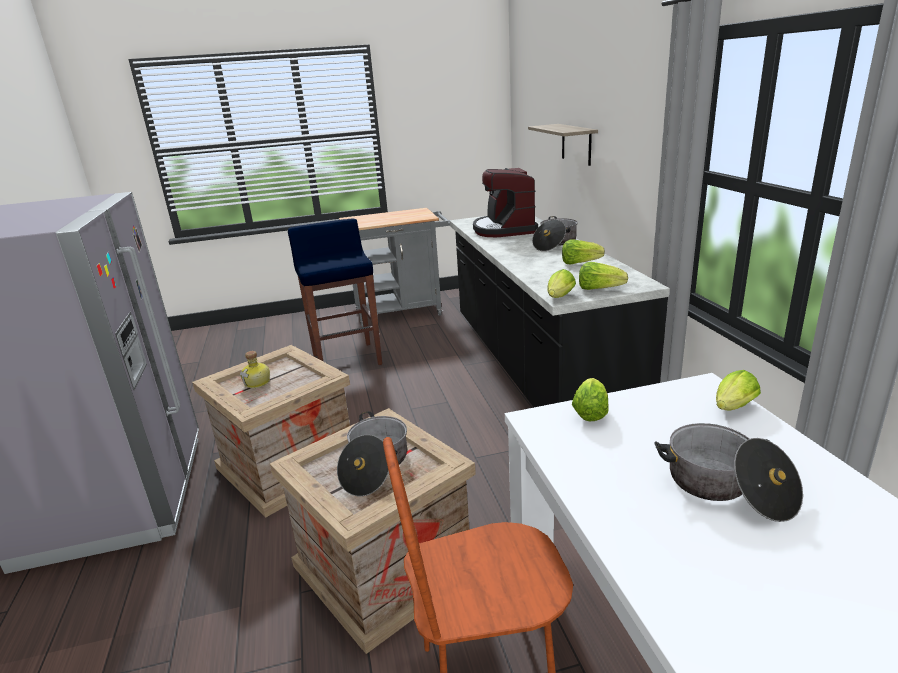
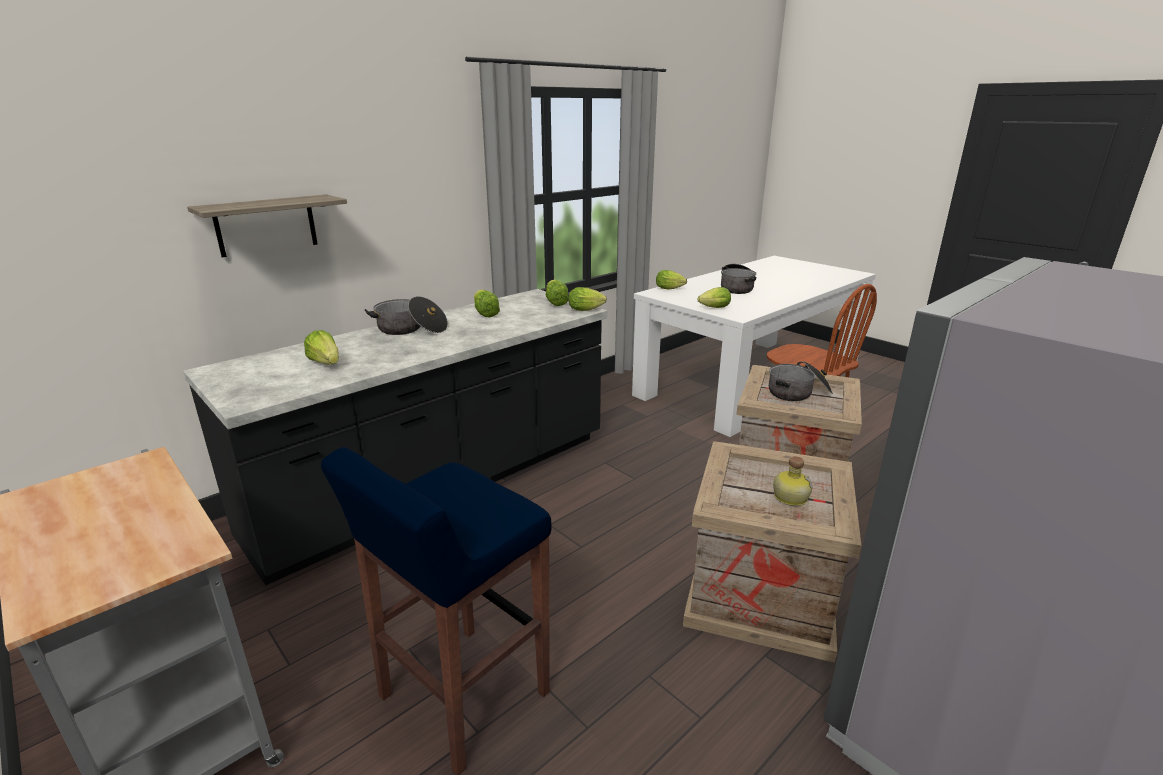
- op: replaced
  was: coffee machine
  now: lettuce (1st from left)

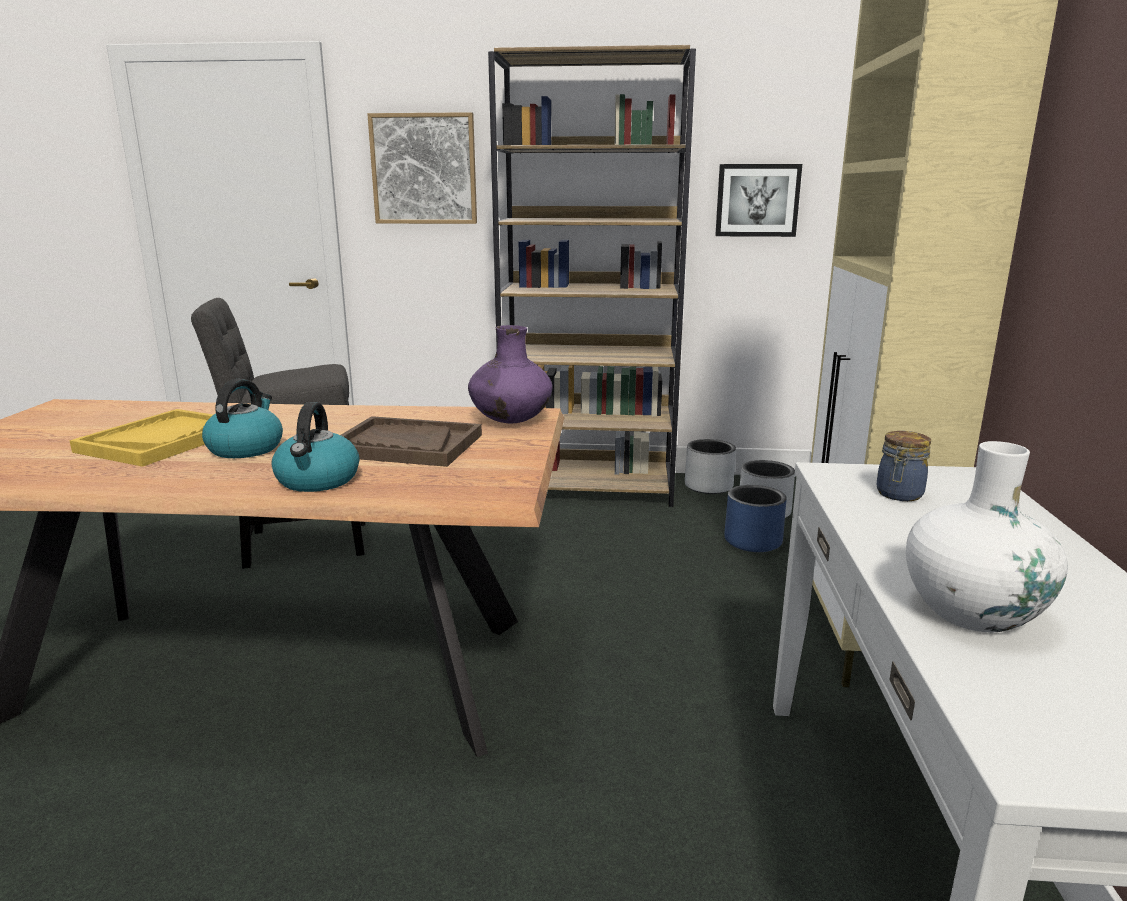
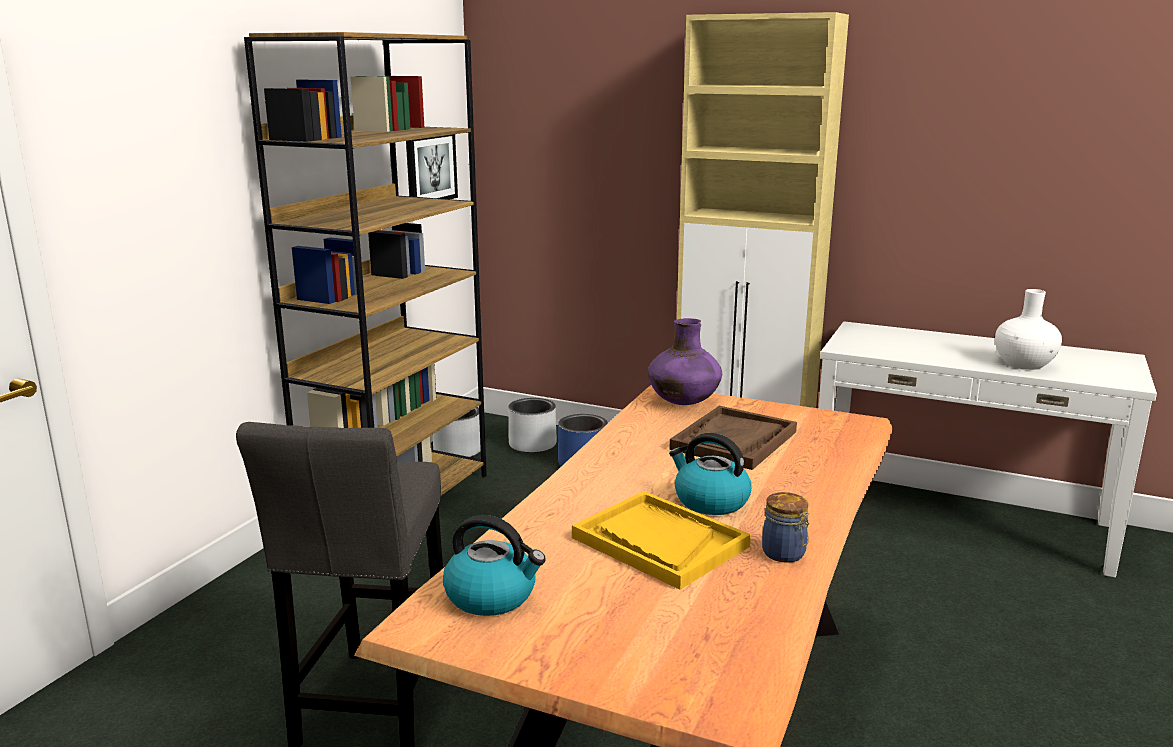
- op: moved
  was: kettle (2nd from left in the first image)
  now: kettle (1st from left)
- op: moved
  was: jar
- op: removed
  was: picture (1st from left)

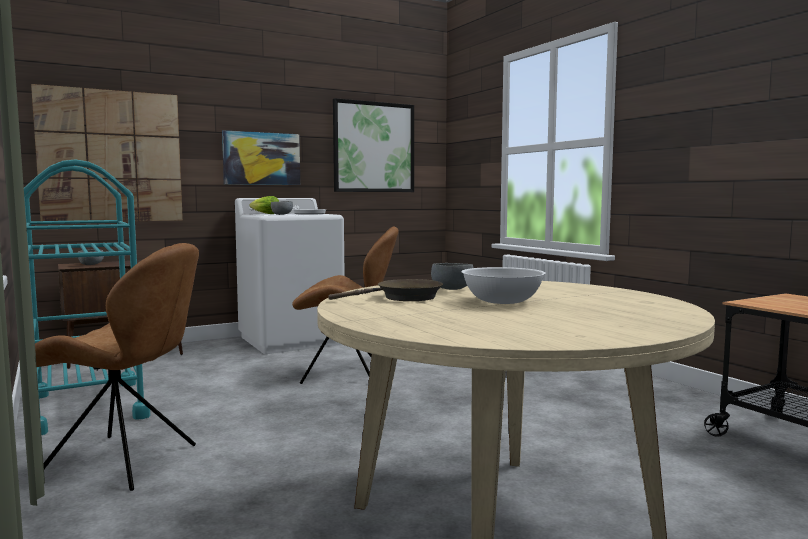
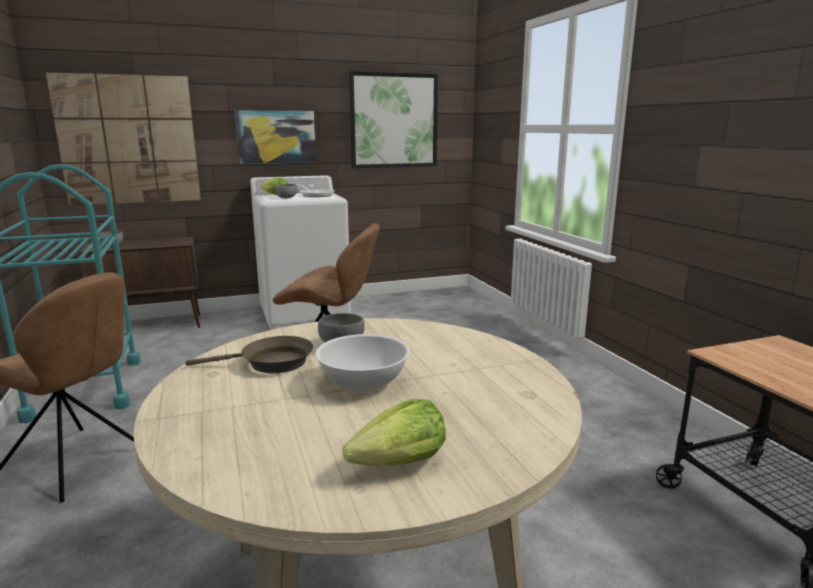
- op: added
  now: lettuce (2nd from left)

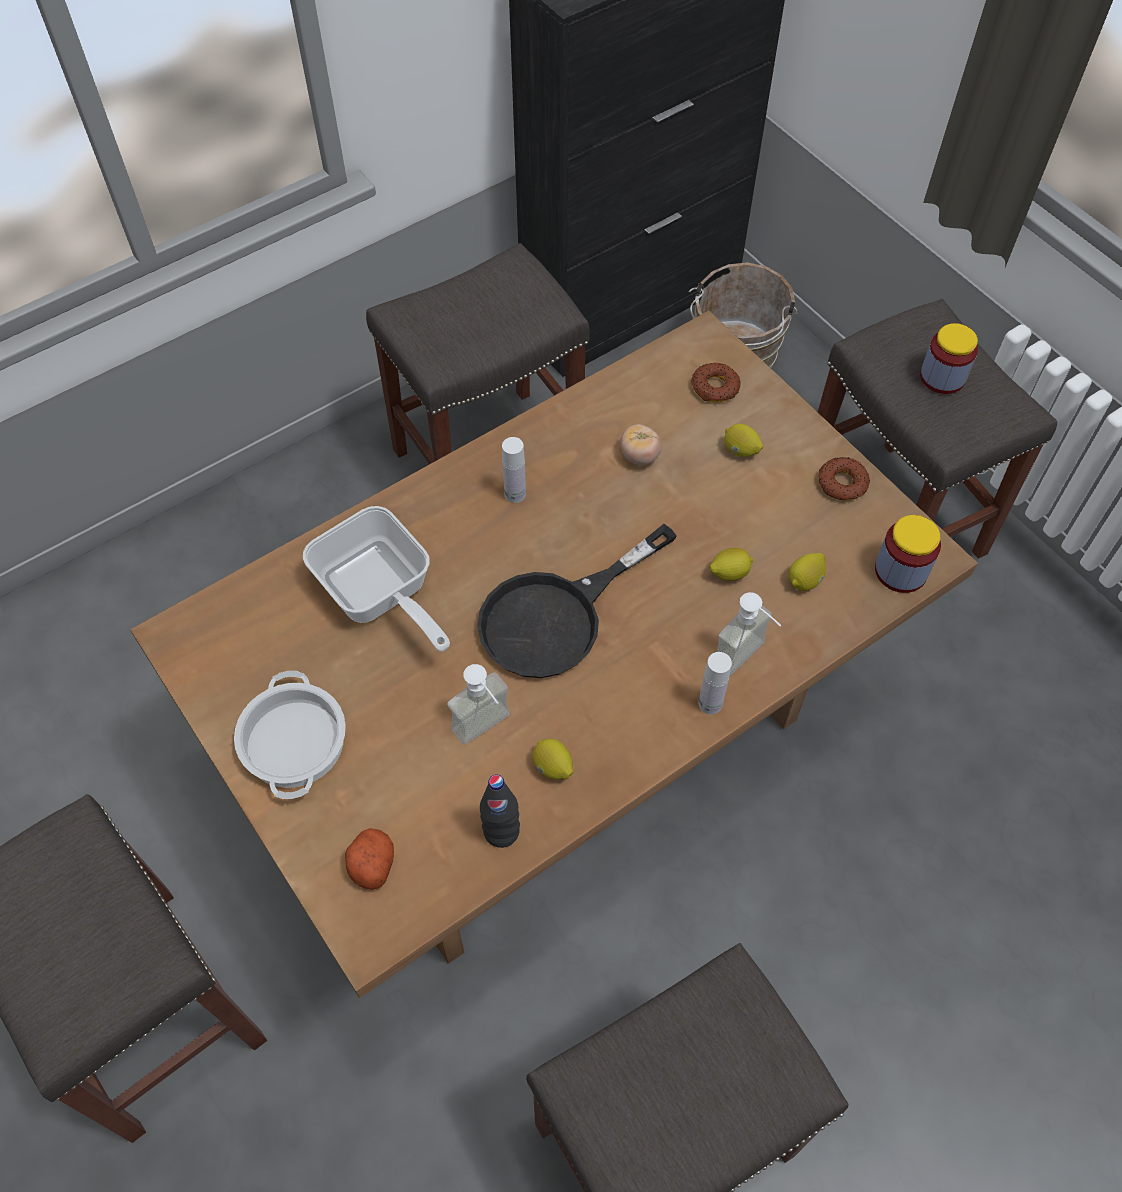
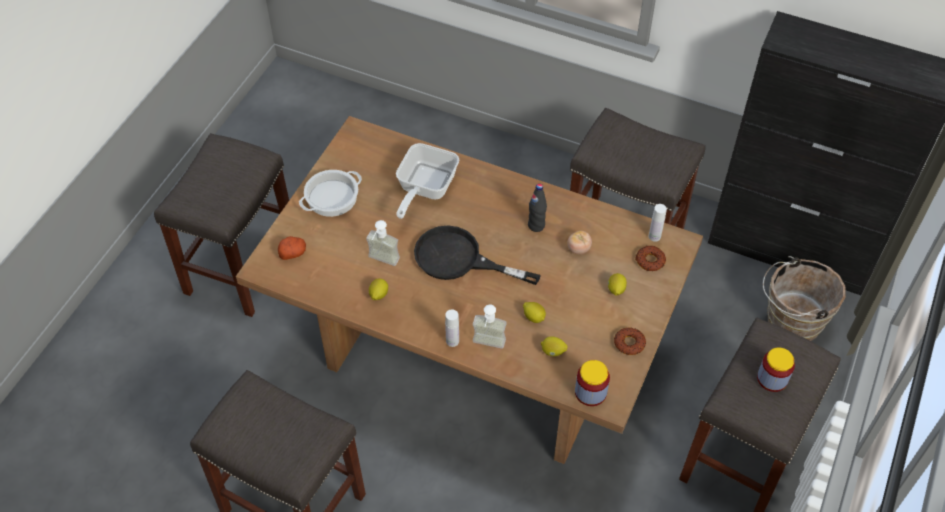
- op: moved
  was: black bottle
- op: moved
  was: white bottle (1st from left in the first image)
  now: white bottle (2nd from left)

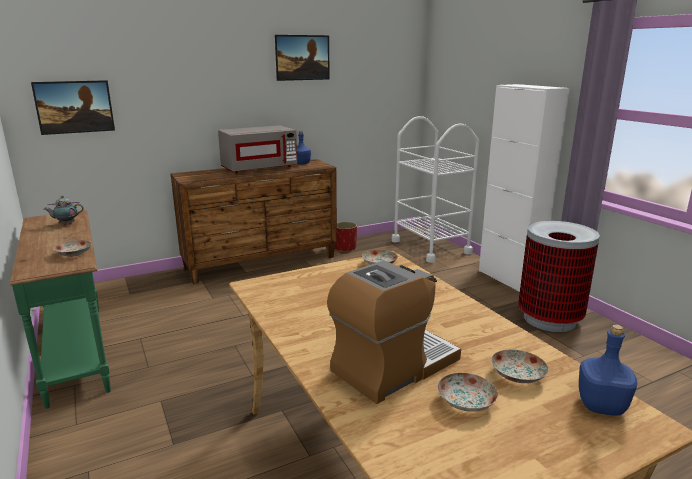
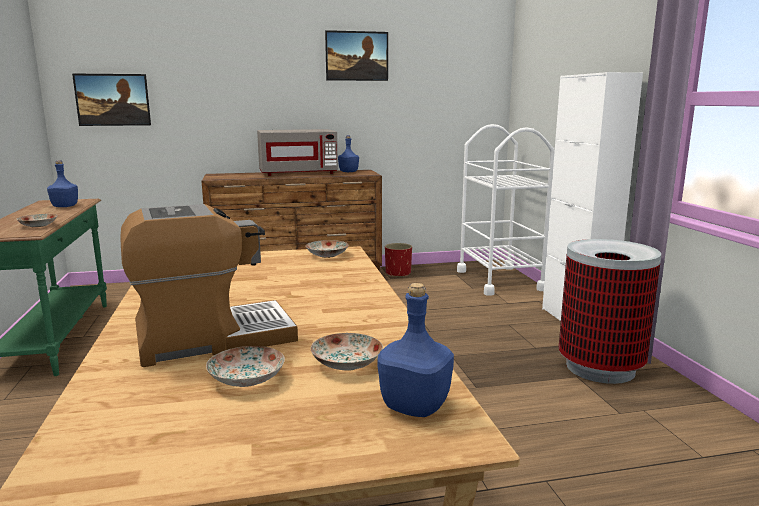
- op: replaced
  was: teapot
  now: blue bottle (1st from left)

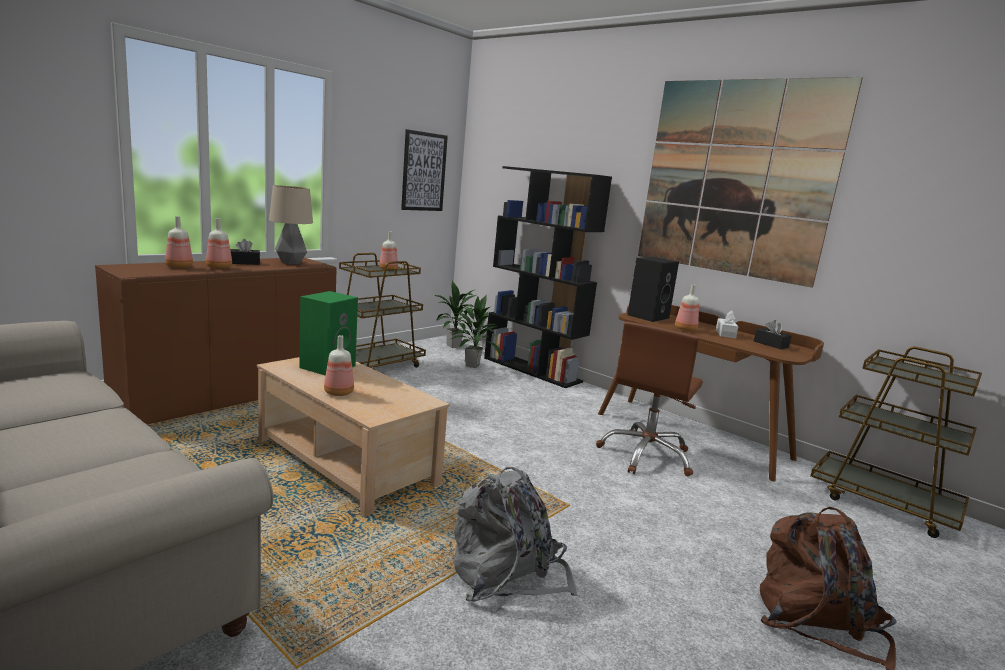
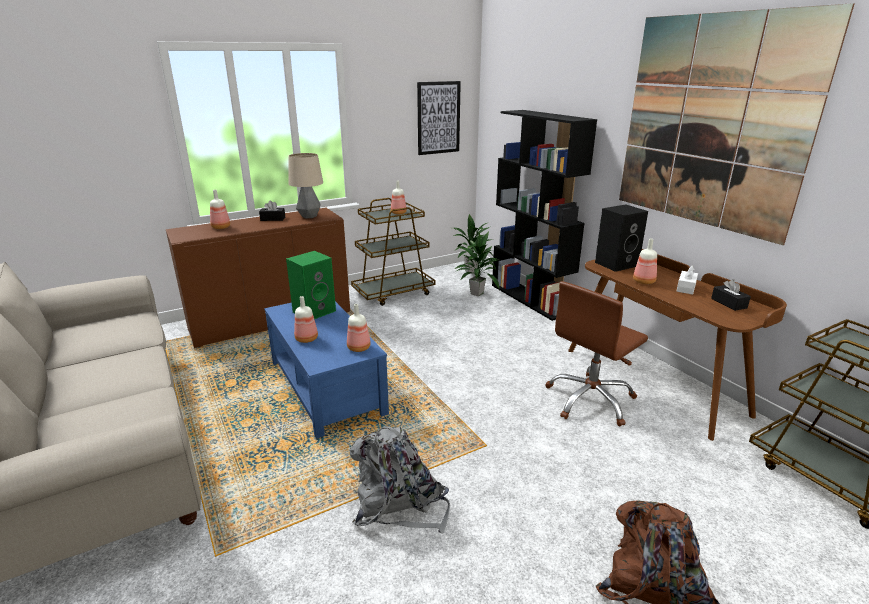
- op: recoloured
  was: beige coffee table
  now: blue coffee table
- op: moved
  was: bottle (2nd from left in the first image)
  now: bottle (3rd from left)

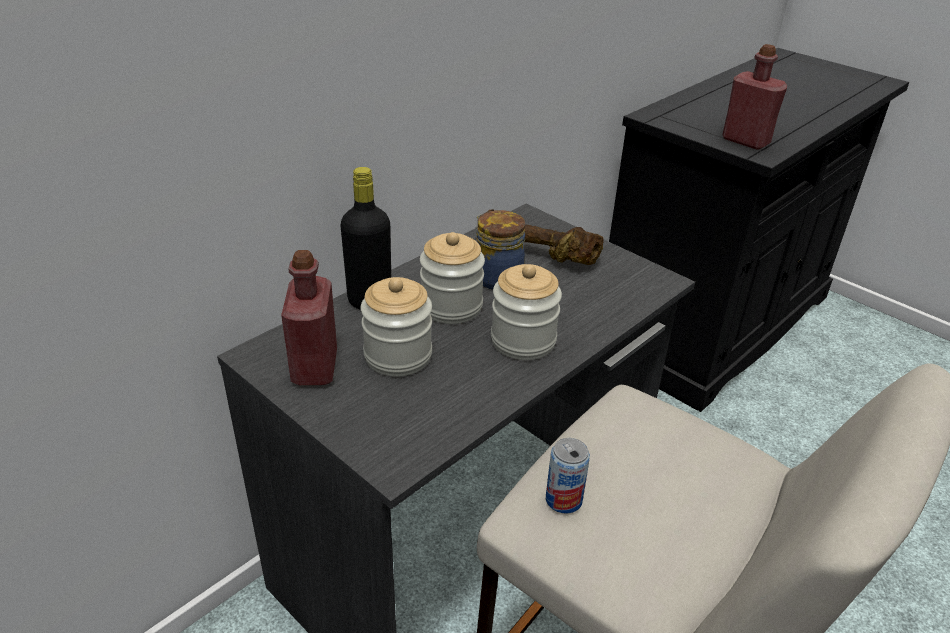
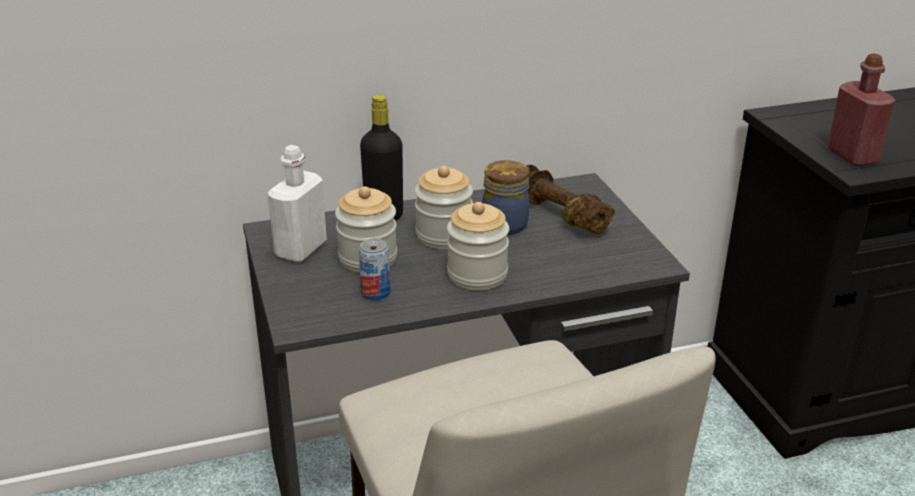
- op: recoloured
  was: red bottle (1st from left)
  now: white bottle
- op: moved
  was: can

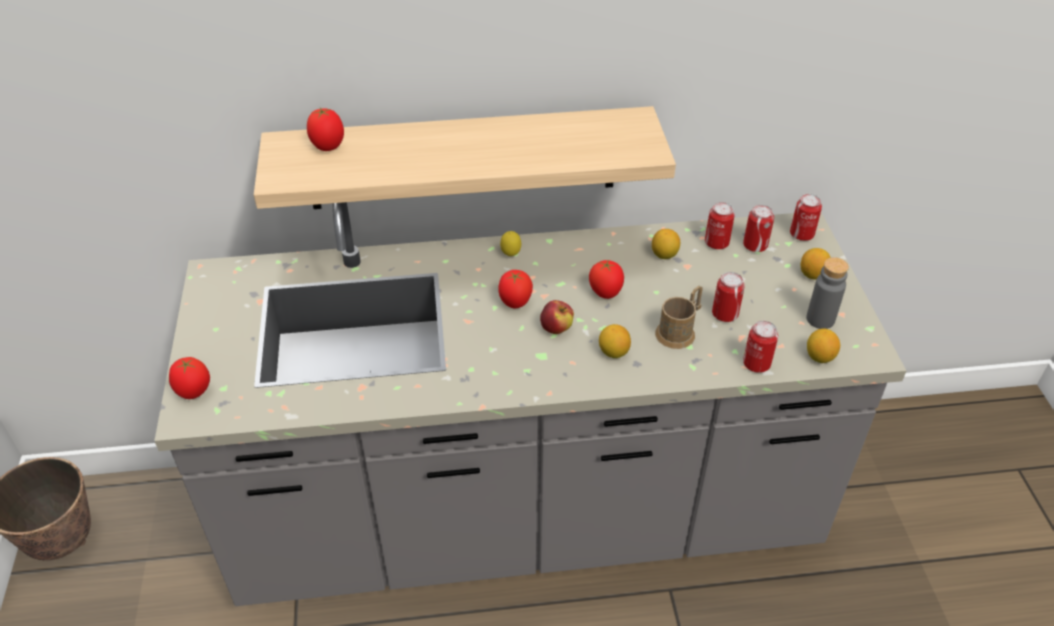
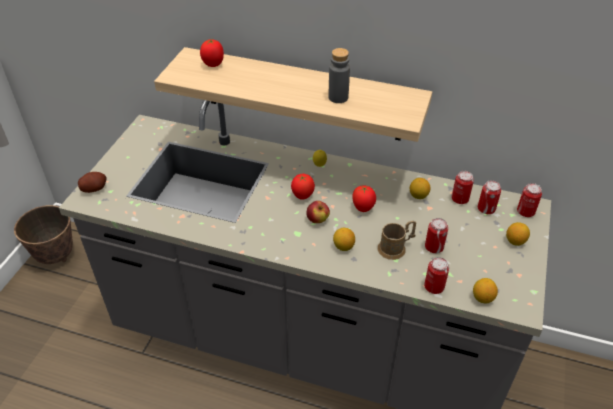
- op: replaced
  was: tomato (1st from left)
  now: potato
- op: moved
  was: grey bottle

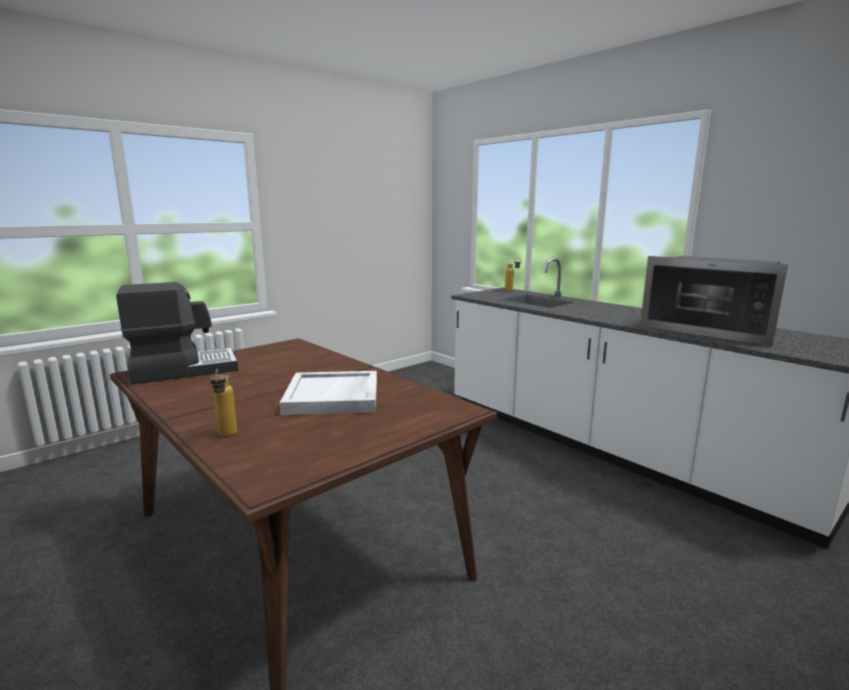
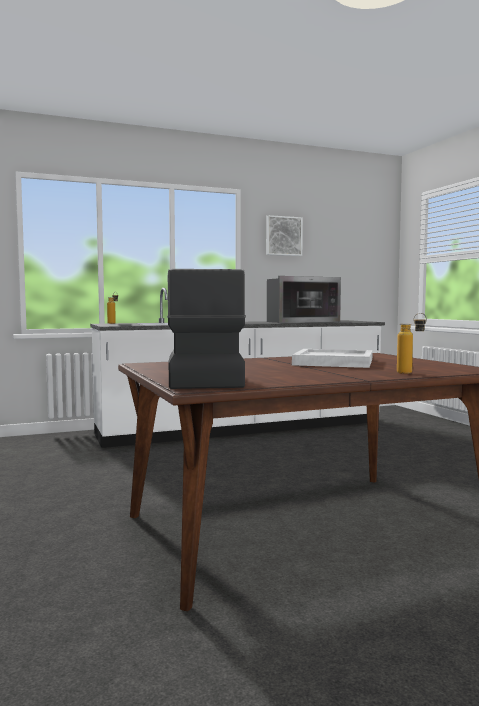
- op: added
  now: picture

